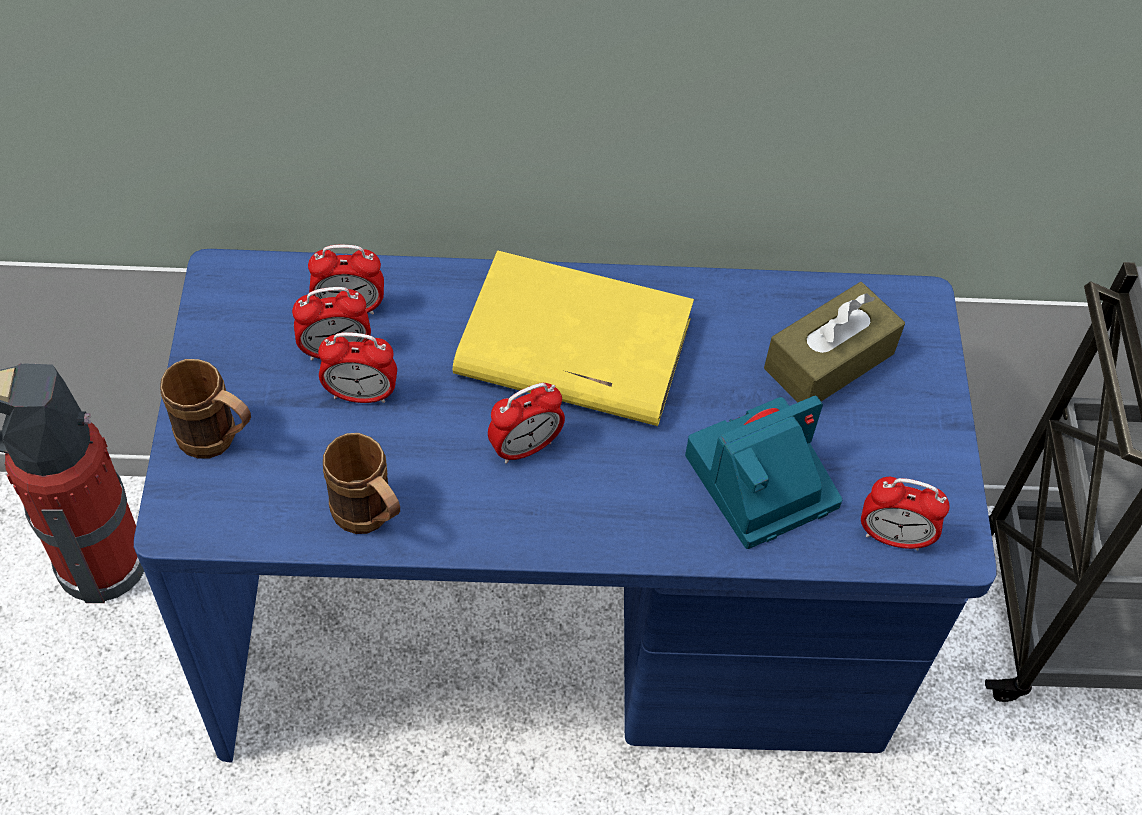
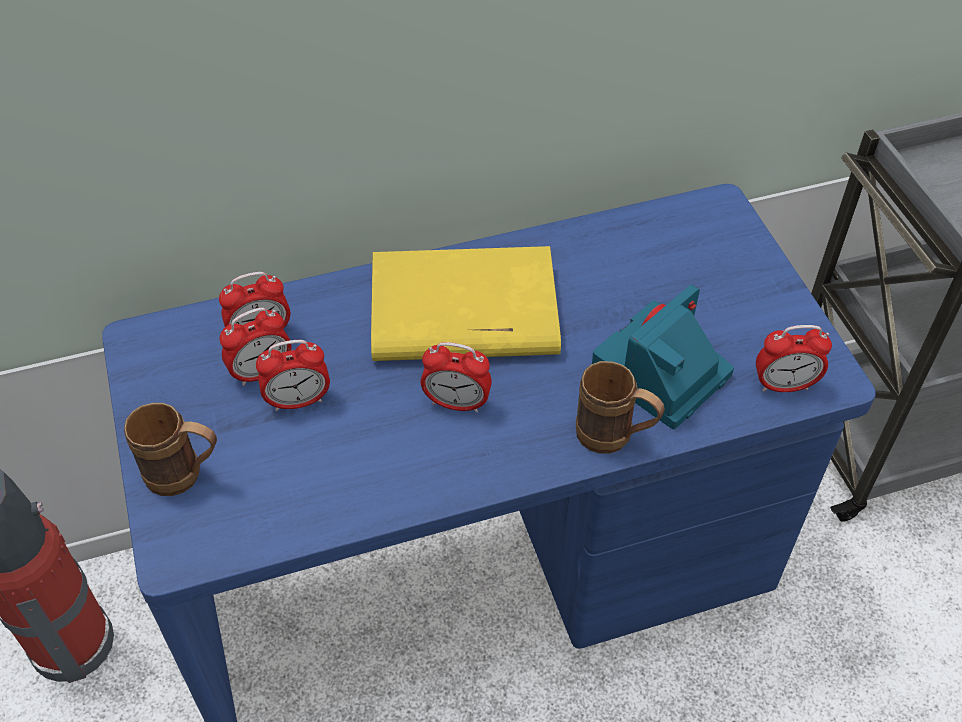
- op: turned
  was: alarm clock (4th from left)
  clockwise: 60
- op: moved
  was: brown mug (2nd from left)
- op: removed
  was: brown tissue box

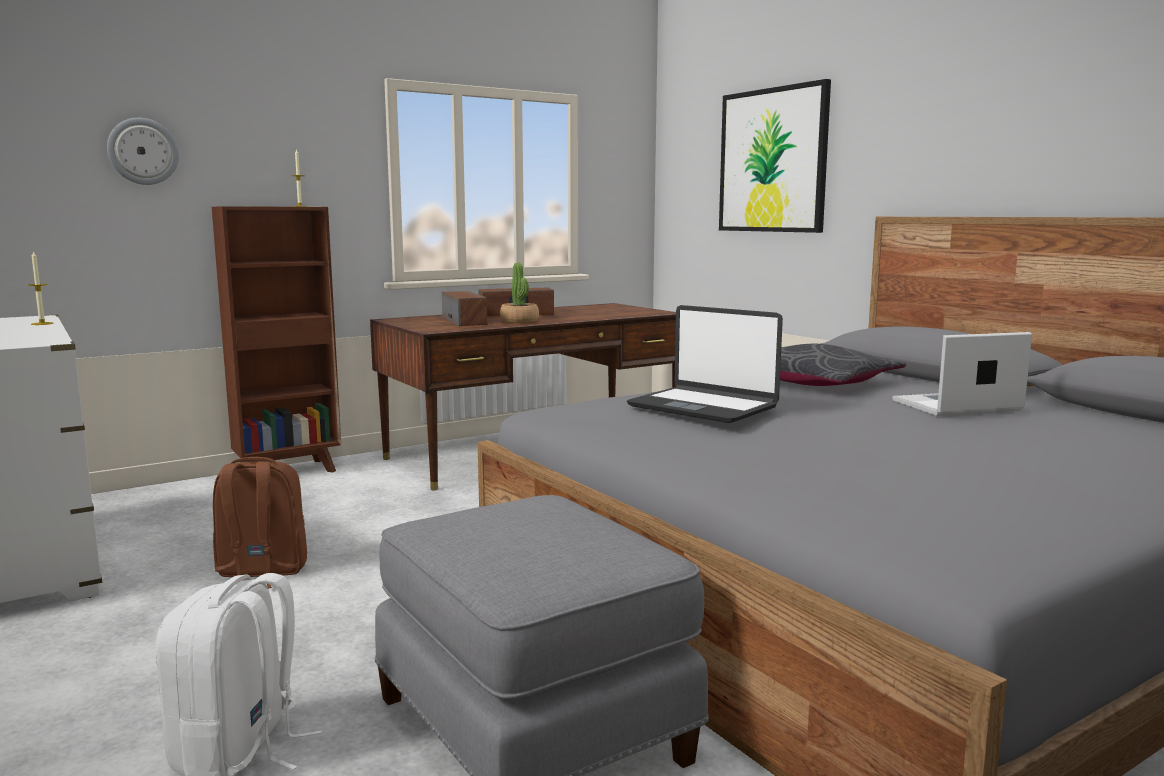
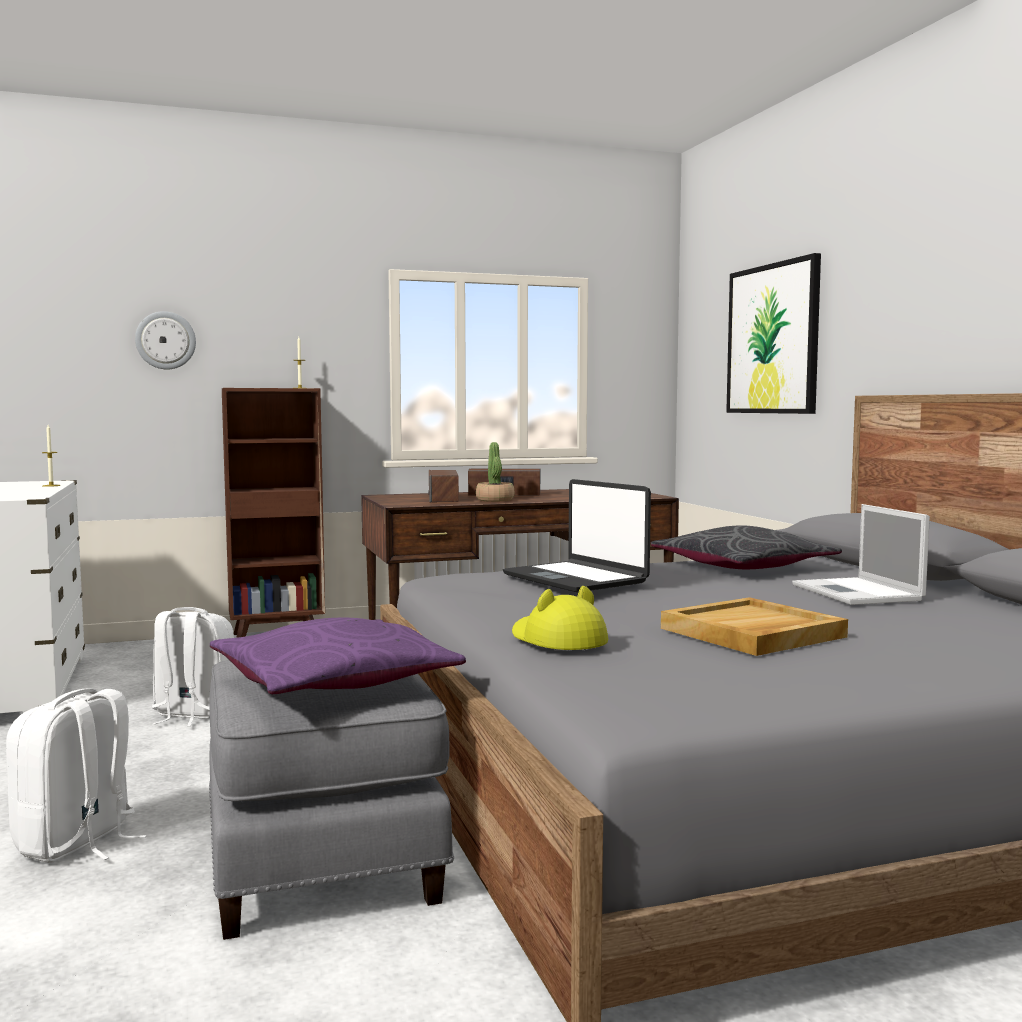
- op: recoloured
  was: brown backpack
  now: white backpack (2nd from left)
- op: added
  now: purple pillow
- op: added
  now: yellow hat
- op: added
  now: beige tray
- op: turned
  was: laptop (2nd from left)
  clockwise: -105

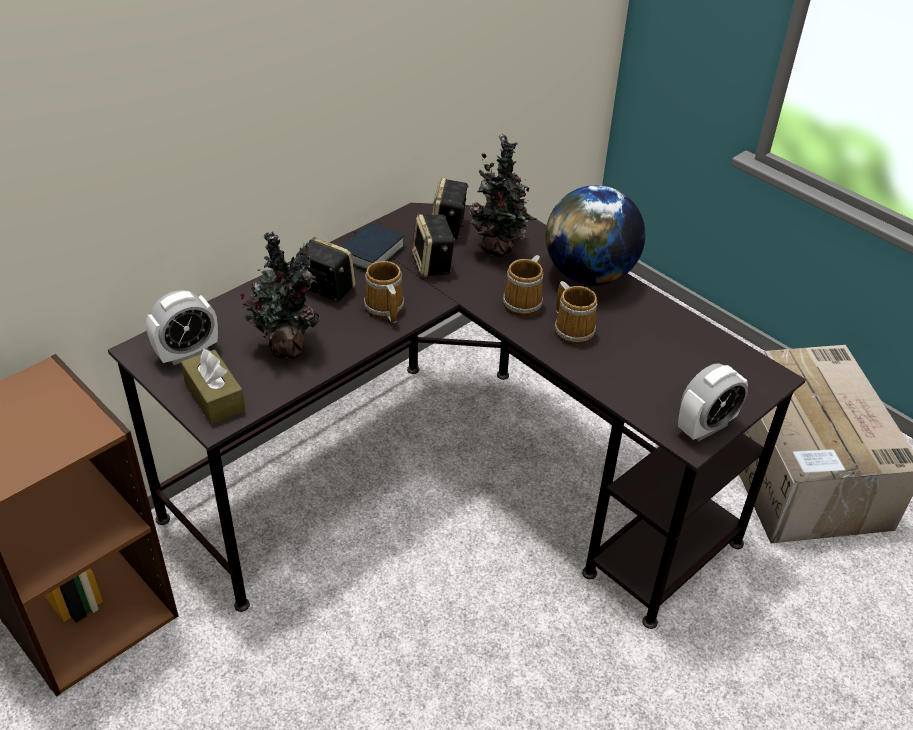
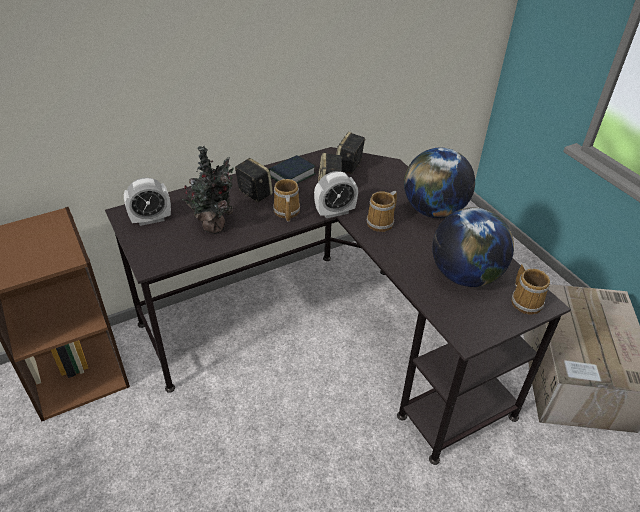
- op: moved
  was: alarm clock (2nd from left)
- op: added
  now: globe (2nd from left)
- op: moved
  was: mug (3rd from left)
- op: removed
  was: brown tissue box
- op: removed
  was: potted plant (2nd from left)

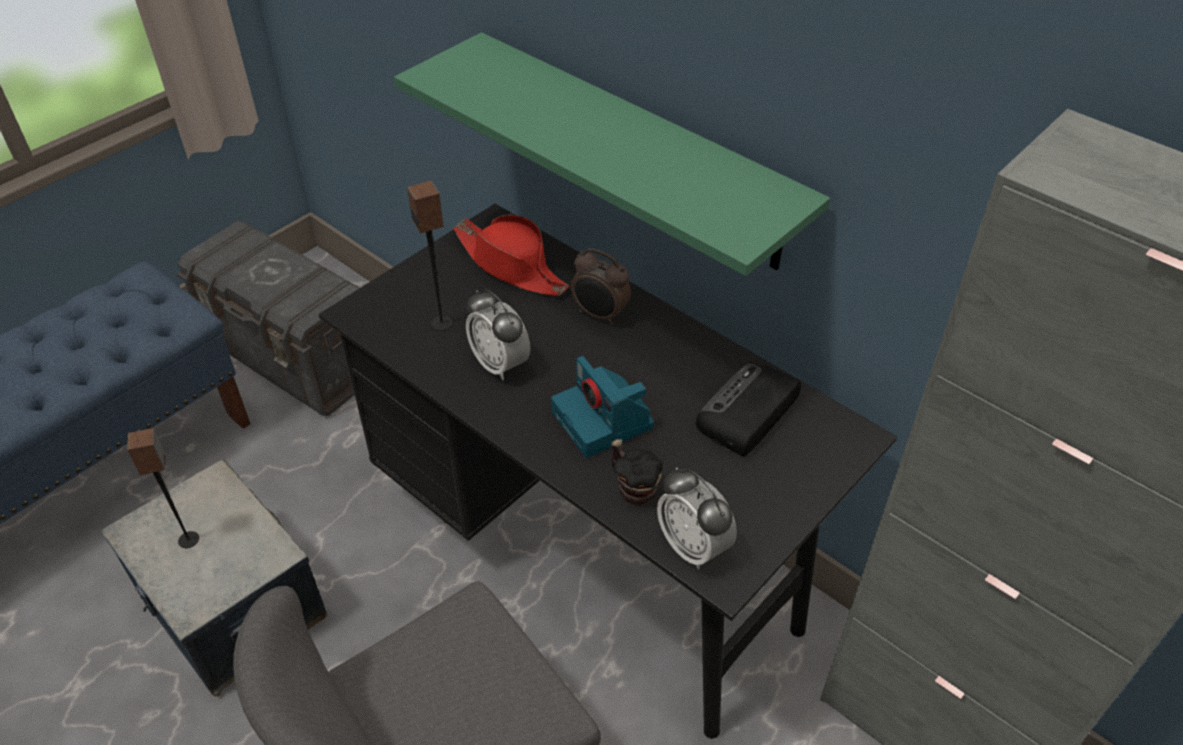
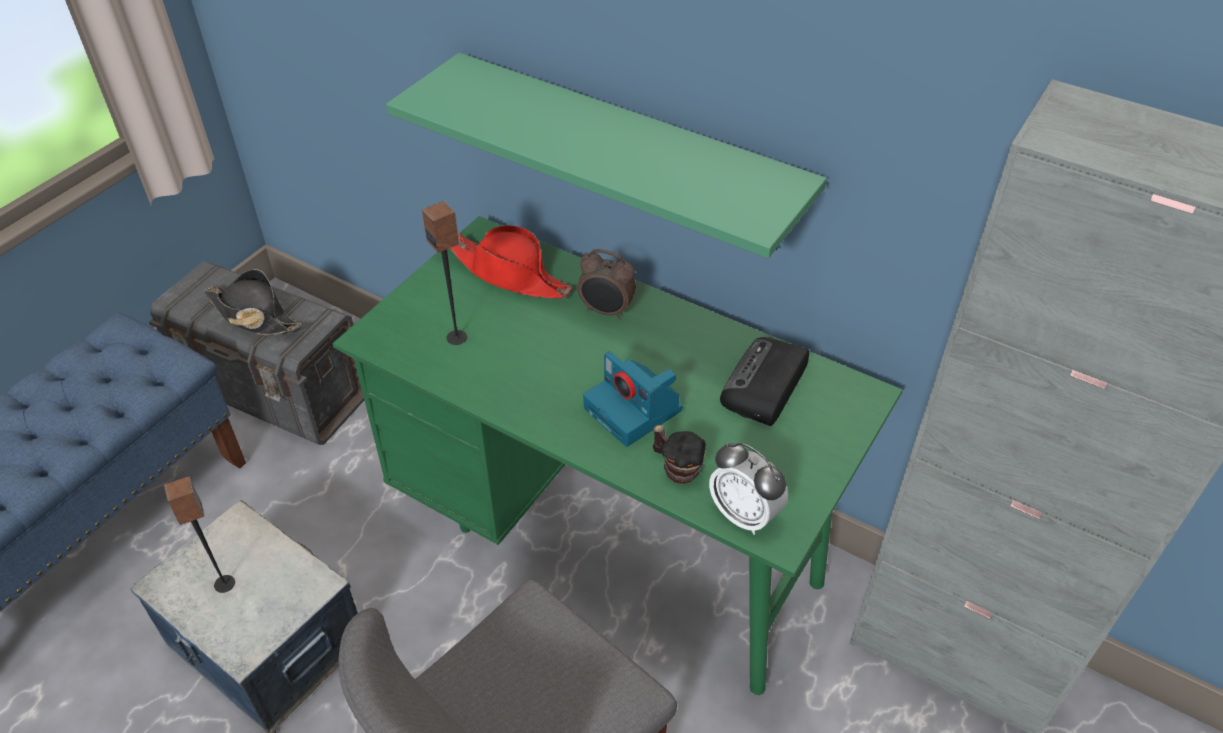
- op: added
  now: black hat
- op: recoloured
  was: black desk
  now: green desk
- op: removed
  was: alarm clock (1st from left)

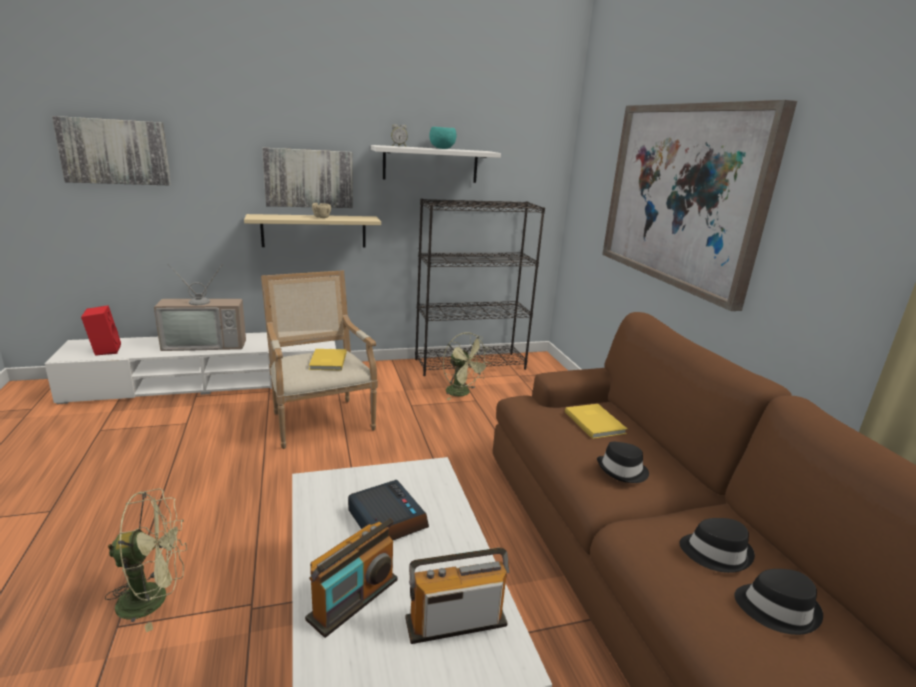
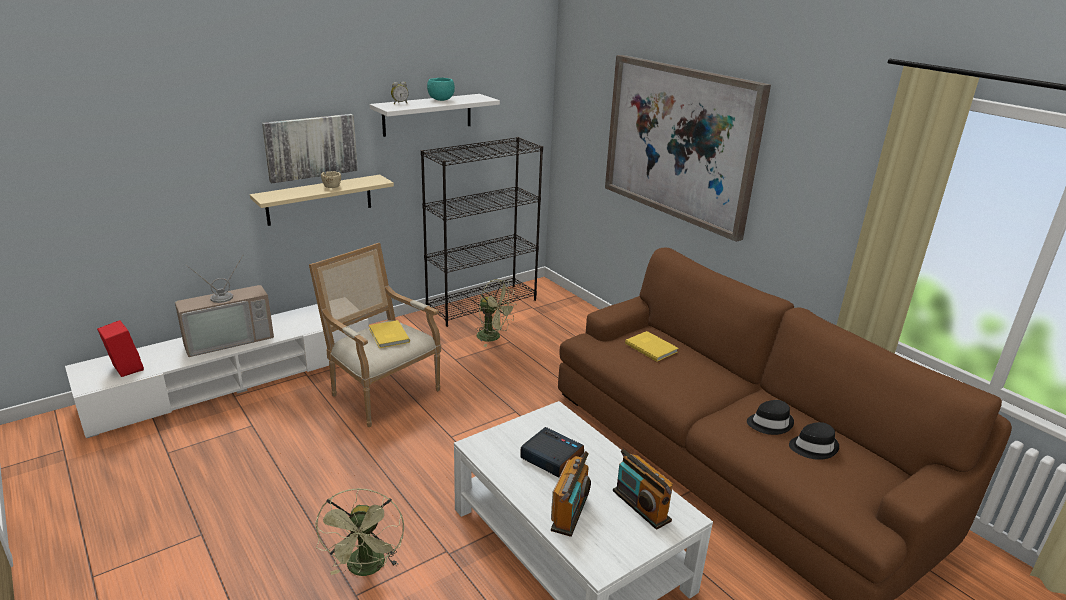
- op: turned
  was: green fan (1st from left)
  clockwise: 120
- op: turned
  was: radio (2nd from left)
  clockwise: -90
- op: removed
  was: picture (1st from left)
- op: removed
  was: black hat (1st from left)

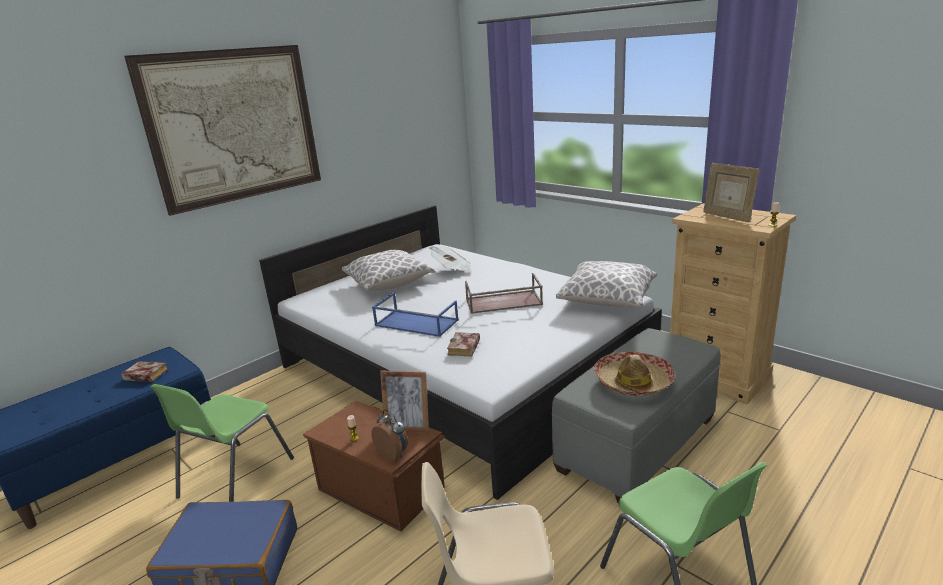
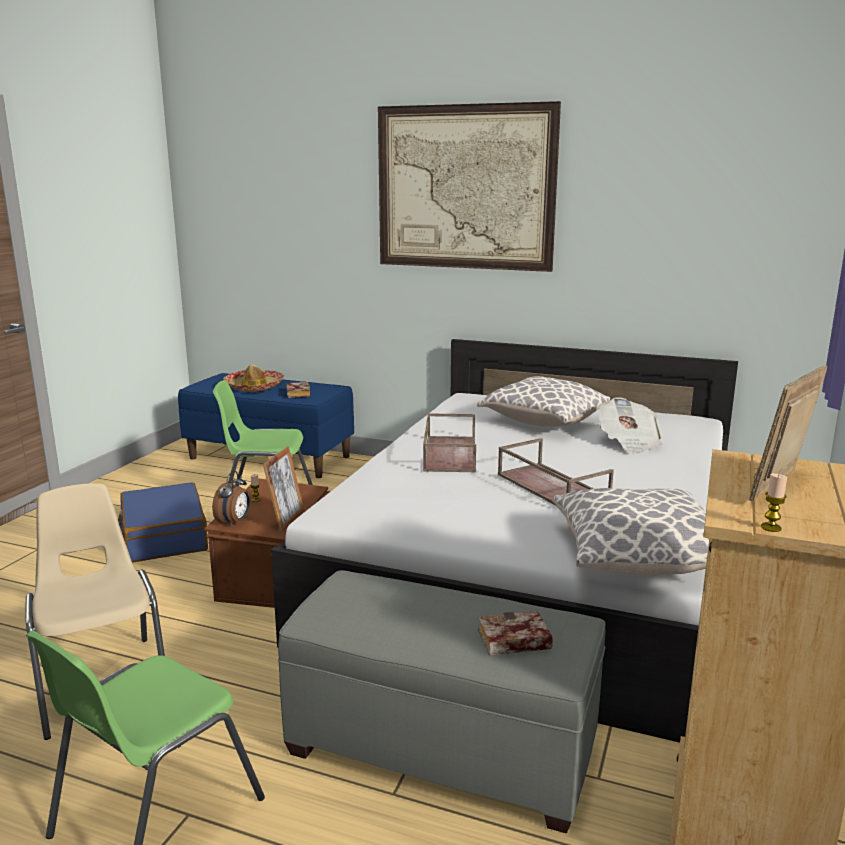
- op: moved
  was: hat
- op: turned
  was: picture frame (1st from left)
  clockwise: -150
- op: recoloured
  was: blue tray
  now: brown tray (1st from left)
- op: moved
  was: book (2nd from left)

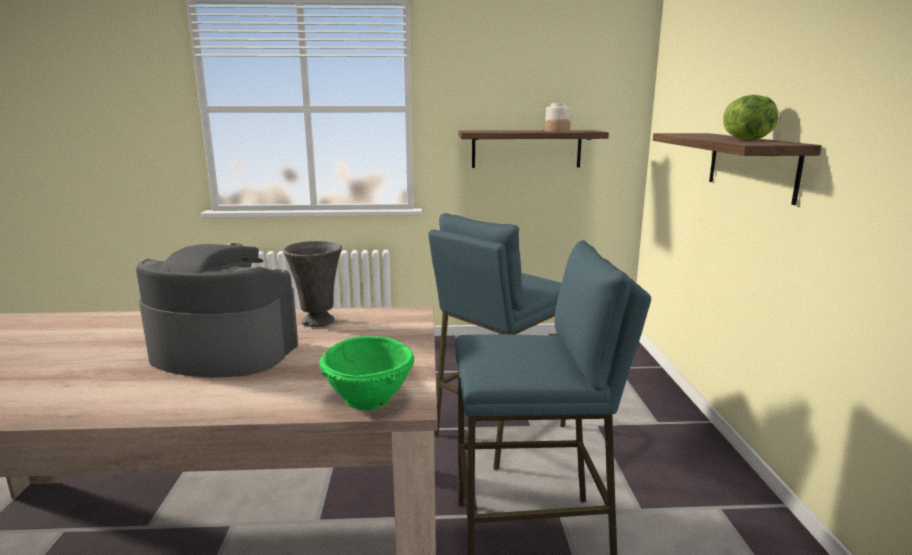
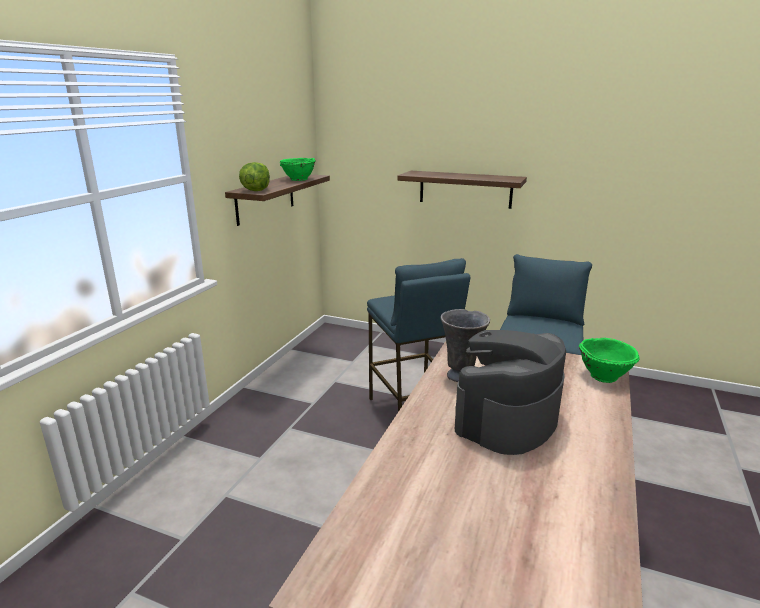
- op: moved
  was: lettuce
- op: replaced
  was: jar
  now: green bowl (1st from left)

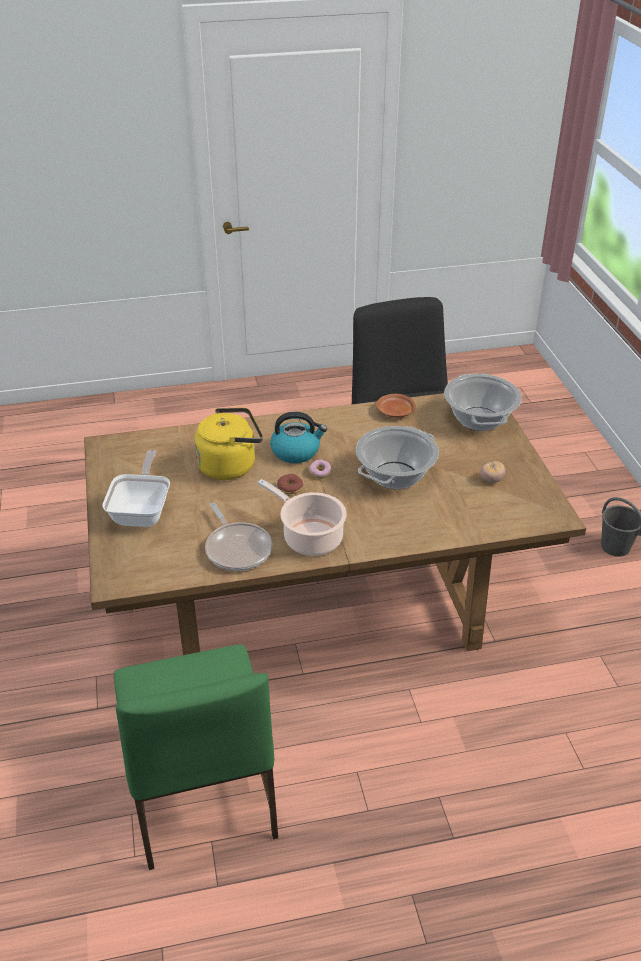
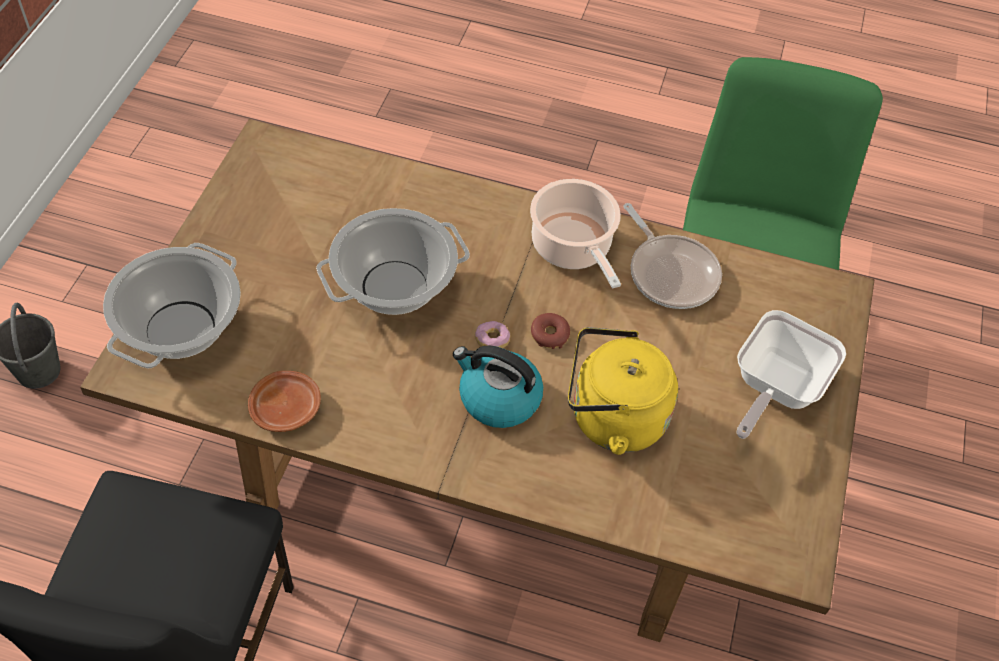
- op: turned
  was: frying pan (2nd from left in the first image)
  clockwise: 150
- op: removed
  was: tomato

